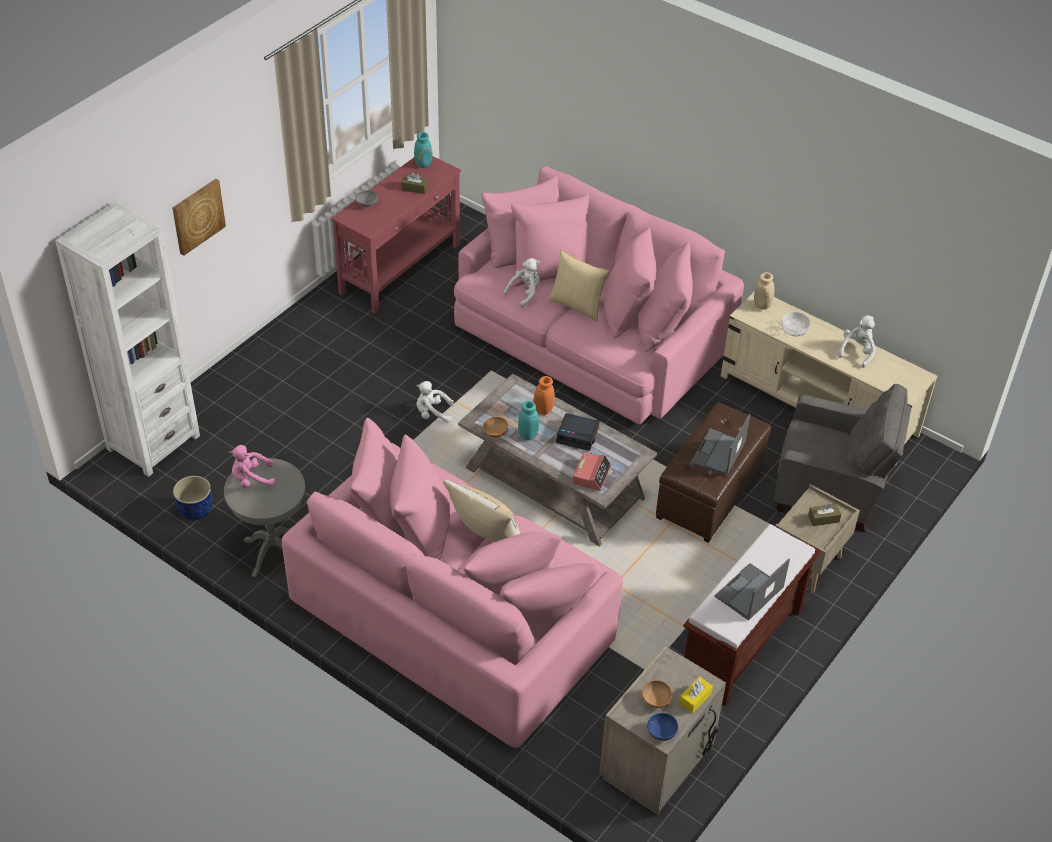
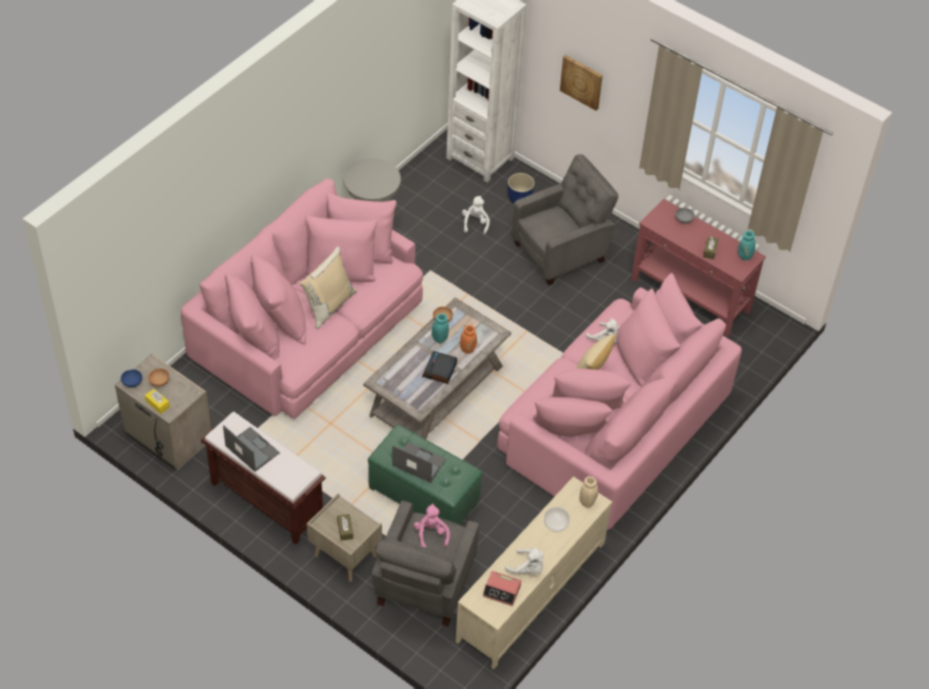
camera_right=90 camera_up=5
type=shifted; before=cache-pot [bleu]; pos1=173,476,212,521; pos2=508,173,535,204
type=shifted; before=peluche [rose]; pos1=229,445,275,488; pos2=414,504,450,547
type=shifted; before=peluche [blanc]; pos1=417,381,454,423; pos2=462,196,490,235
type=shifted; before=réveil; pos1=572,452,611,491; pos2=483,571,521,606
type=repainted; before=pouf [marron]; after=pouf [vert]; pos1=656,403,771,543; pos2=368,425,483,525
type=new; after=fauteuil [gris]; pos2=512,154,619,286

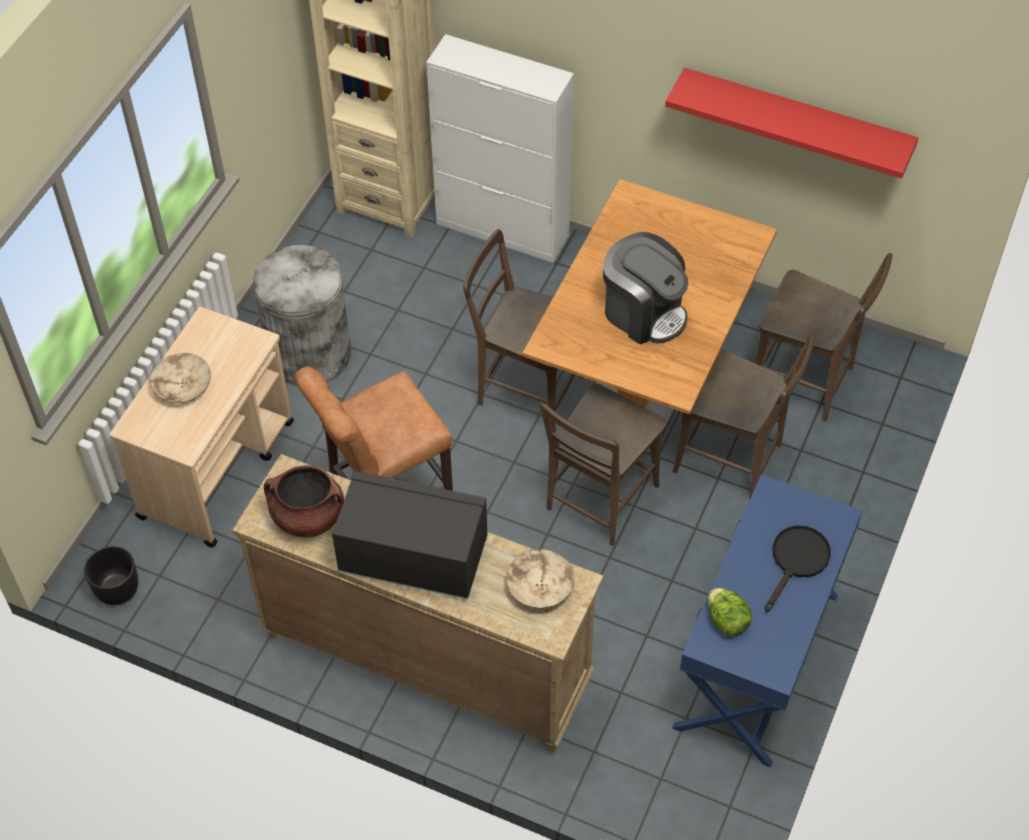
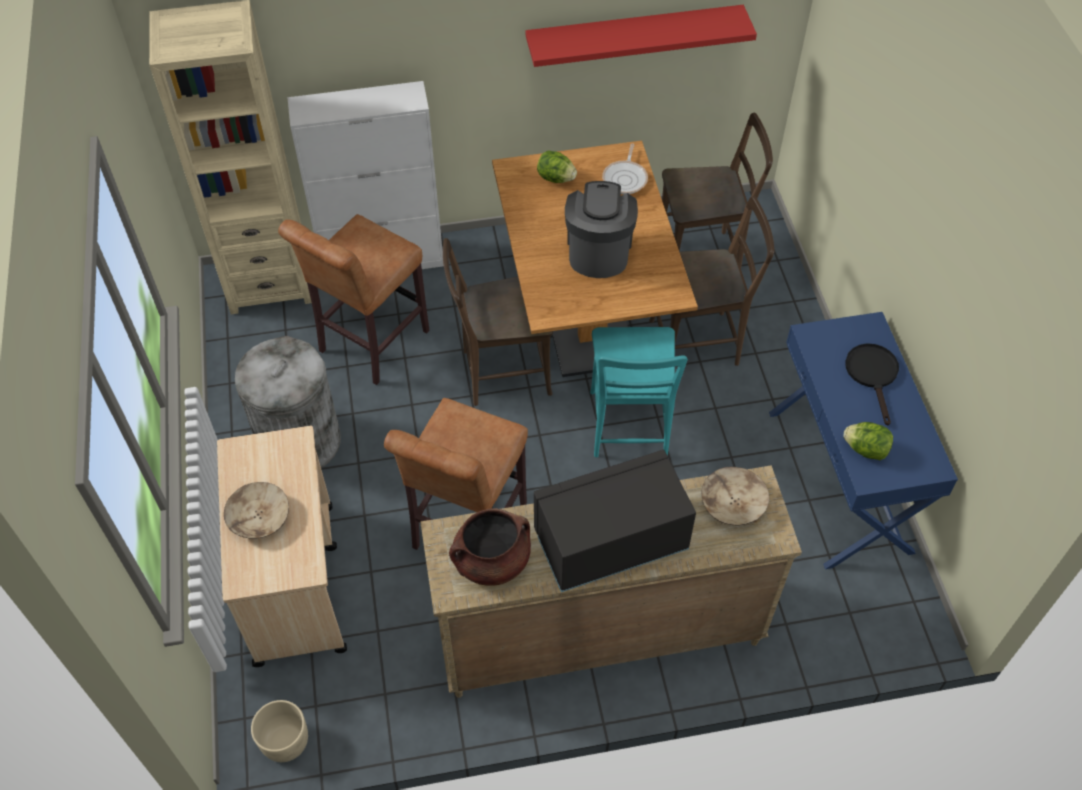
camera_right=-35 camera_up=0
type=repainted; before=cache-pot [noir]; after=cache-pot [beige]; pos1=84,546,138,605; pos2=251,700,308,762
type=repainted; before=chaise [marron]; after=chaise [turquoise]; pos1=540,384,667,546; pos2=590,327,688,457
type=rotated; before=machine à café; pos1=603,232,688,345; pos2=565,181,638,278; turn=-90
type=new; after=tabouret [marron]; pos2=278,214,430,385
type=new; after=laitue; pos2=537,150,577,183
type=new; after=poêle; pos2=602,144,648,194

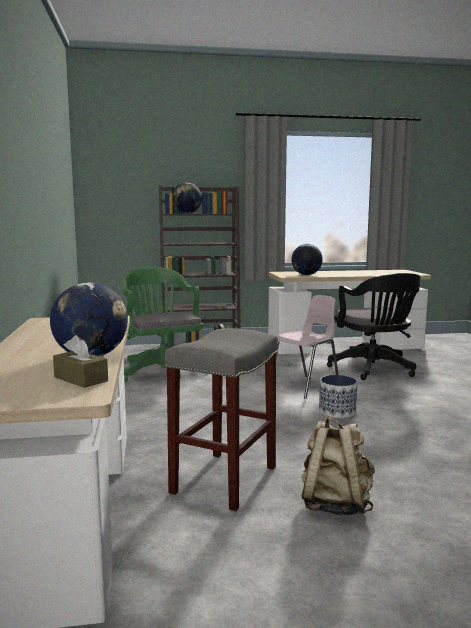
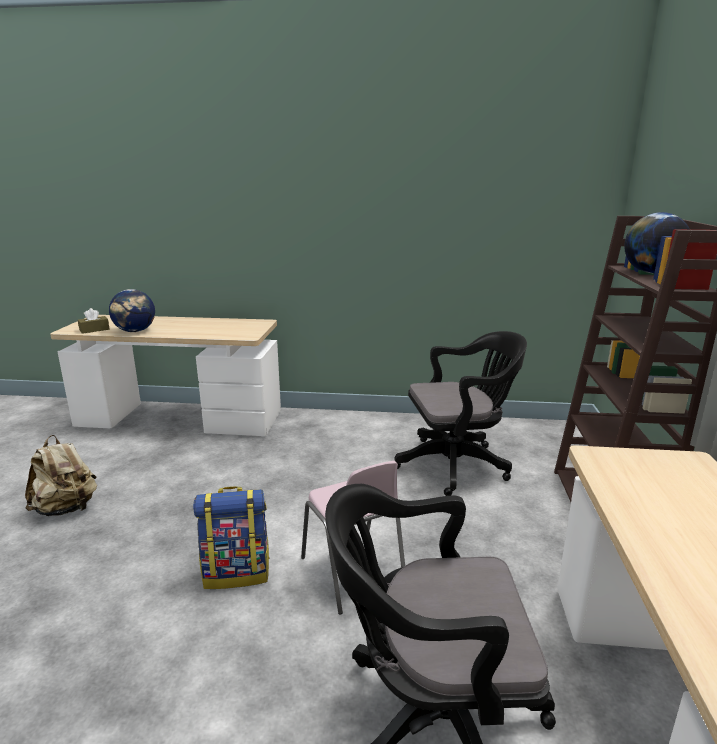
camera_right=105 camera_up=10
type=repainted; before=chaise de bureau [vert]; after=chaise de bureau [noir]; pos1=122,267,203,382; pos2=394,331,527,496
type=gone; before=tabouret [gris]; pos1=164,328,278,511
type=gone; before=globe; pos1=291,244,323,275
type=swapped; before=cache-pot; after=sac à dos; pos1=319,375,357,418; pos2=193,486,270,589

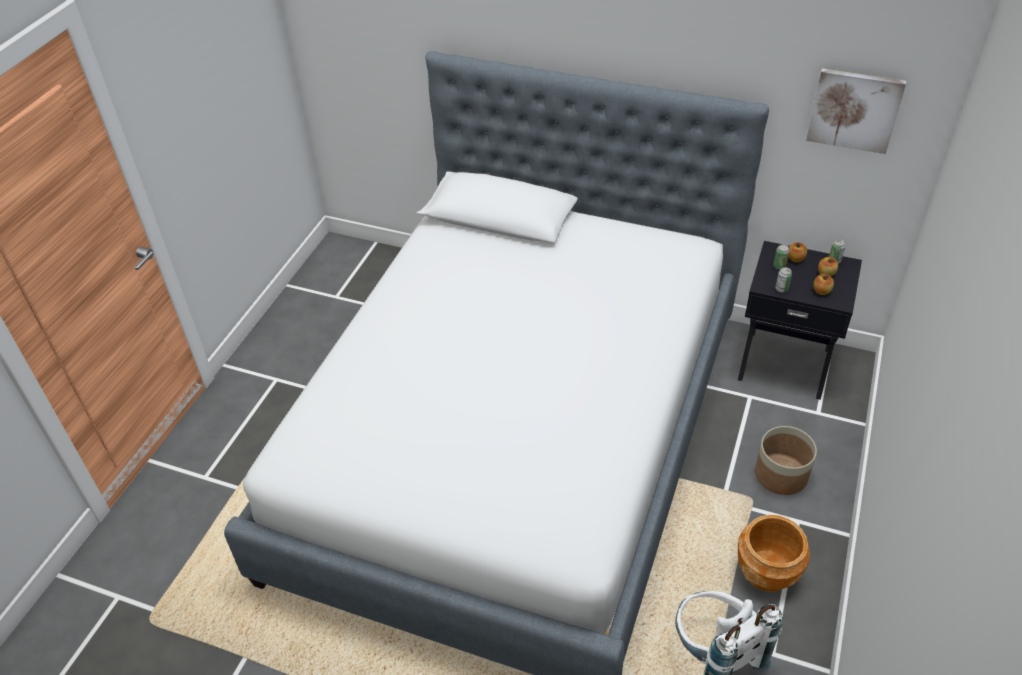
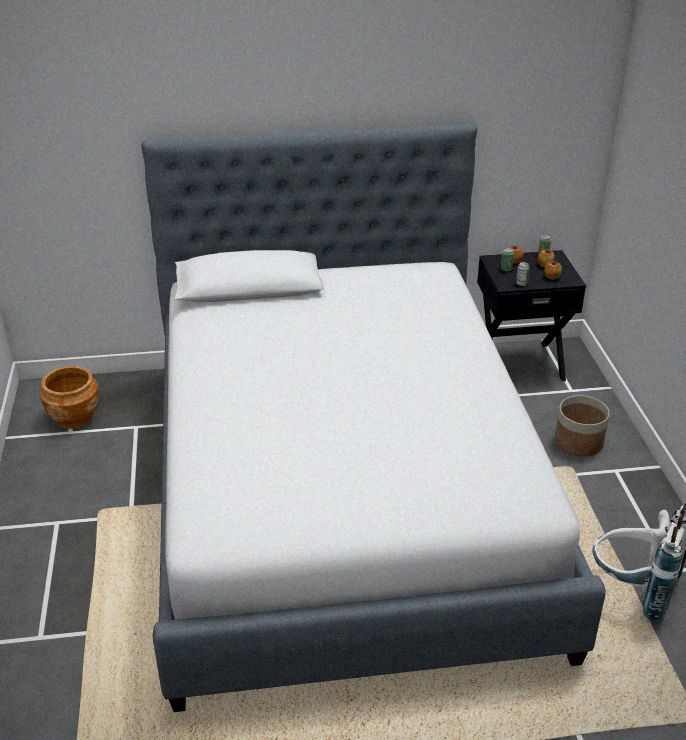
camera_right=-30 camera_up=-10
type=shifted; before=cache-pot [marron]; pos1=738,515,810,592; pos2=40,366,98,429
type=gone; before=tableau; pos1=806,68,906,154

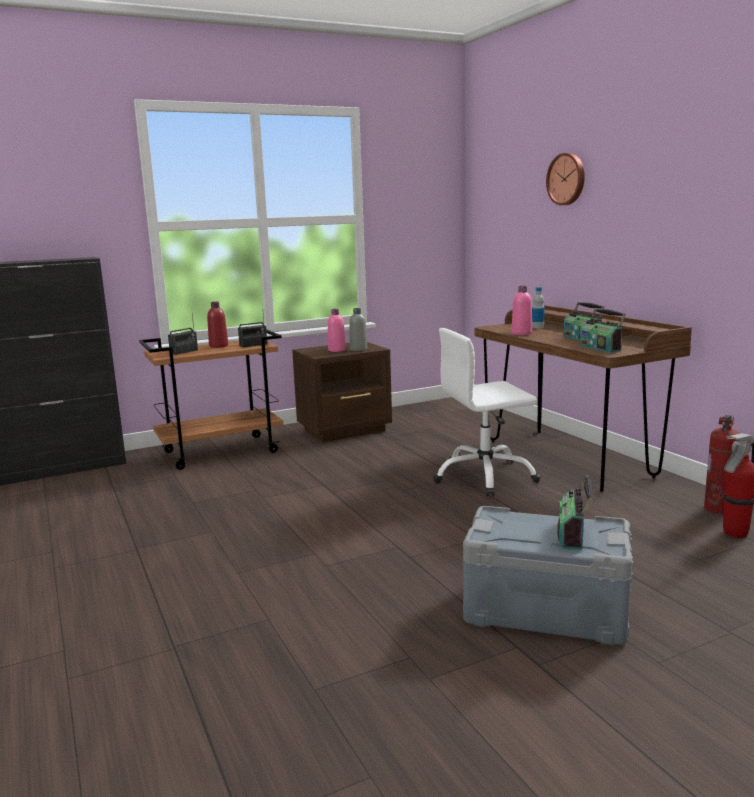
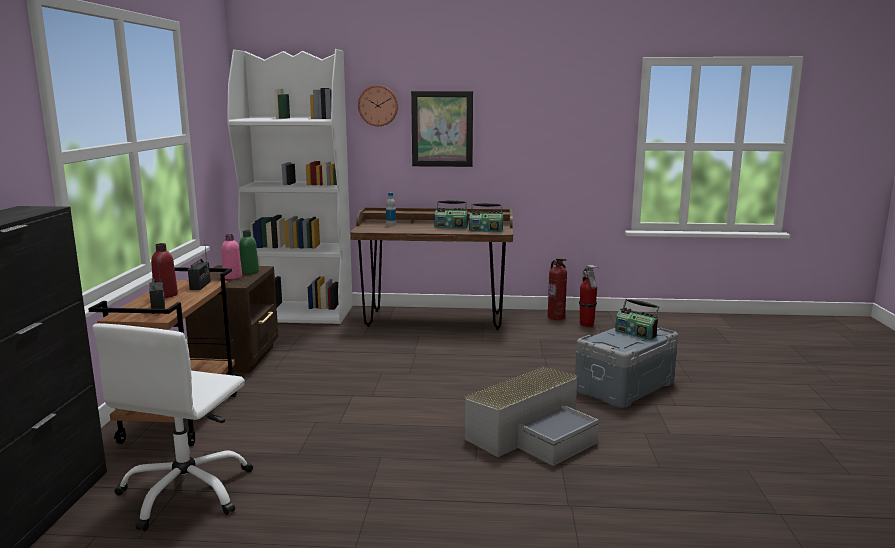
camera_right=-60 camera_up=0
type=repainted; before=bouteille [gris]; after=bouteille [vert]; pos1=349,308,367,351; pos2=239,230,259,274
type=shifted; before=chaise de bureau [blanc]; pos1=433,328,541,496; pos2=93,323,253,531
type=gone; before=bouteille [rose]; pos1=511,286,532,335
type=new; after=bibliothèque [blanc]; pos2=227,49,353,324
type=new; after=tableau; pos2=411,91,473,167
type=new; after=boîte de rangement [gris]; pos2=465,367,599,466

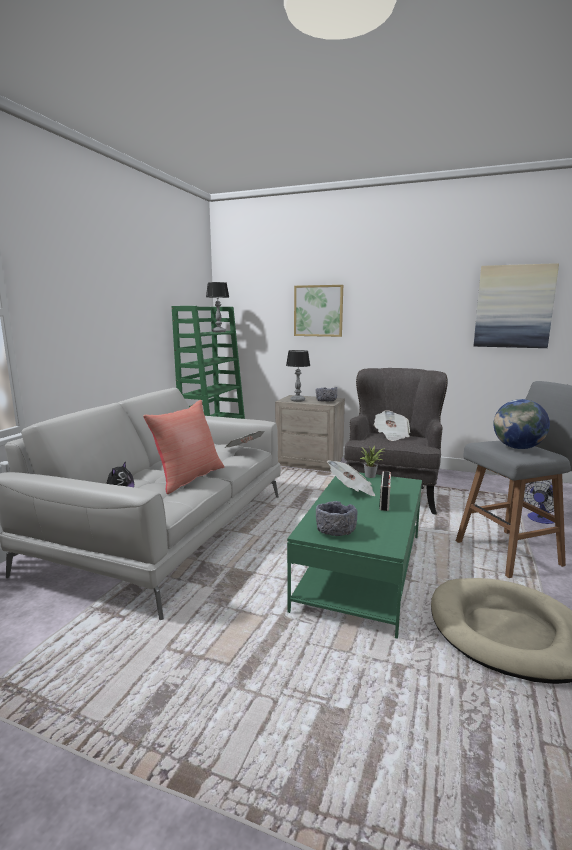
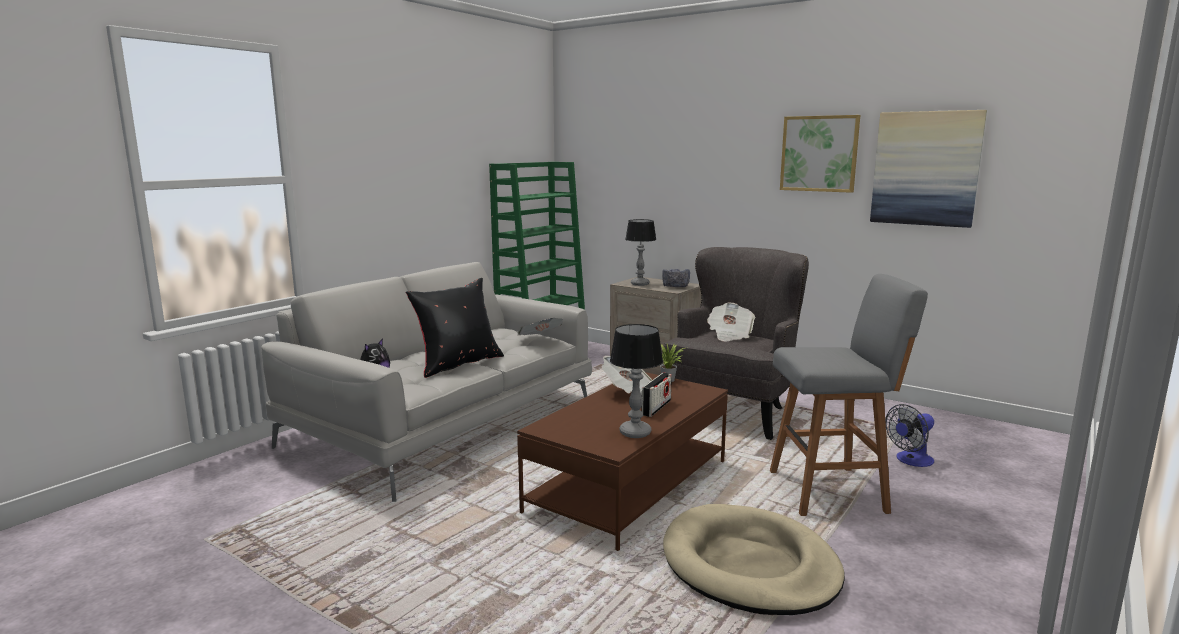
camera_right=15 camera_up=0
type=repainted; before=coussin [rouge]; after=coussin [noir]; pos1=143,400,224,494; pos2=405,278,504,378
type=shifted; before=lampe de table; pos1=206,282,229,332; pos2=610,324,663,438
type=repainted; before=table basse [vert]; after=table basse [marron]; pos1=287,472,422,639; pos2=517,372,728,551
type=shifted; before=tableau; pos1=294,285,343,337; pos2=780,115,860,193
type=gone; before=bol [gris]; pos1=316,501,358,536
type=gone; before=globe; pos1=493,399,550,449

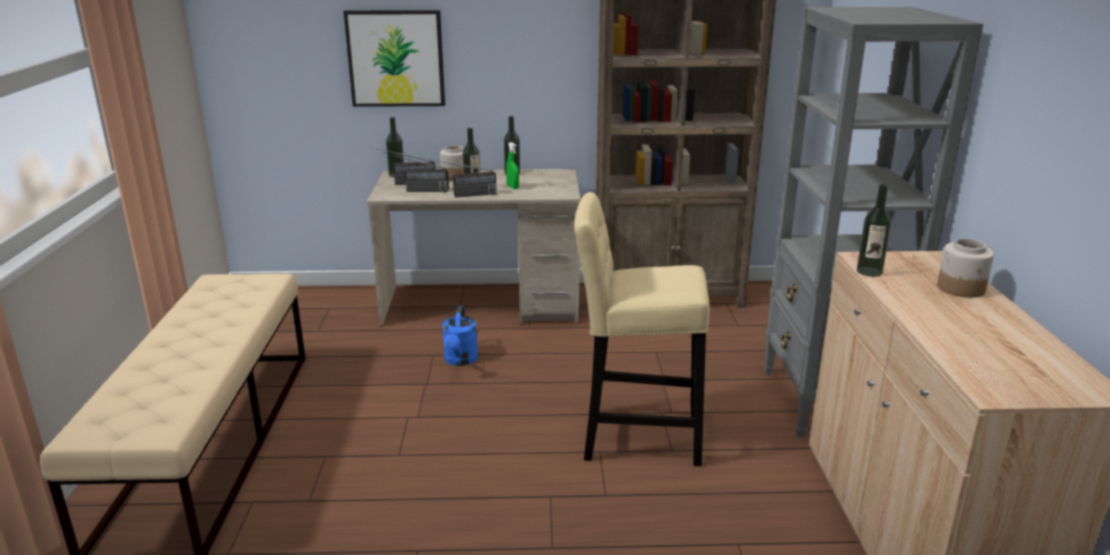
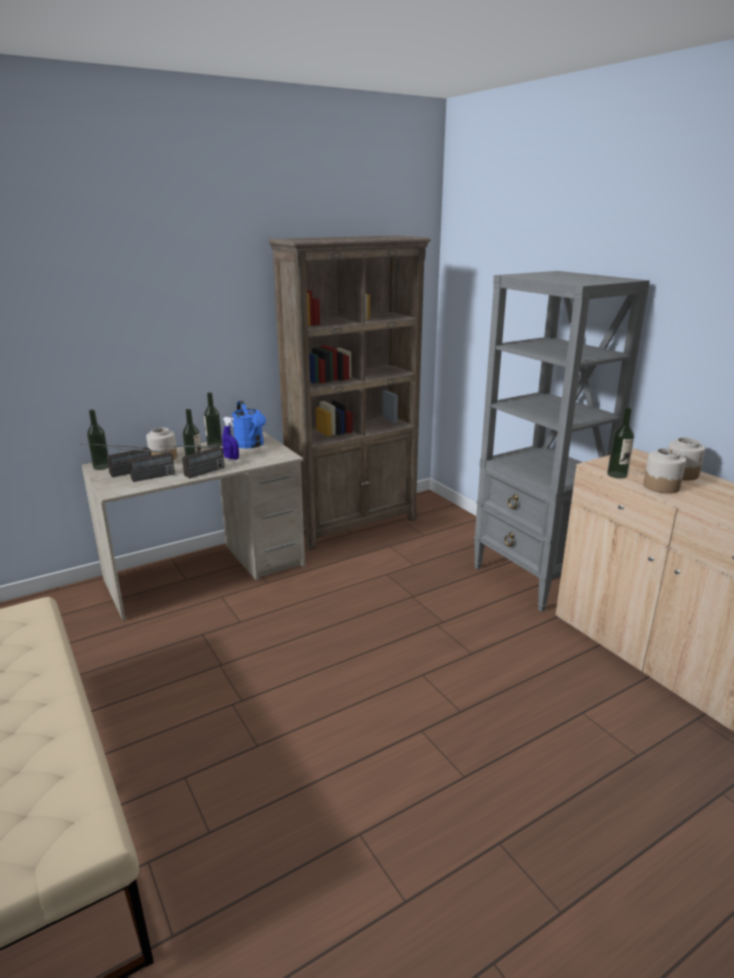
camera_right=-30 camera_up=0
type=gone; before=tableau; pos1=343,10,445,107
type=shifted; before=arrosoir [bleu]; pos1=442,306,479,366; pos2=232,401,266,448
type=repainted; before=vaporisateur [vert]; after=vaporisateur [bleu]; pos1=506,142,519,189; pos2=222,417,239,460
type=gone; before=tabouret [beige]; pos1=574,192,710,466
type=new; after=bocal; pos2=643,448,686,494

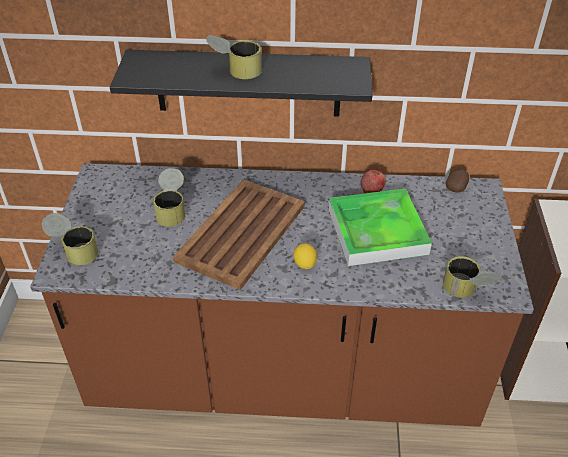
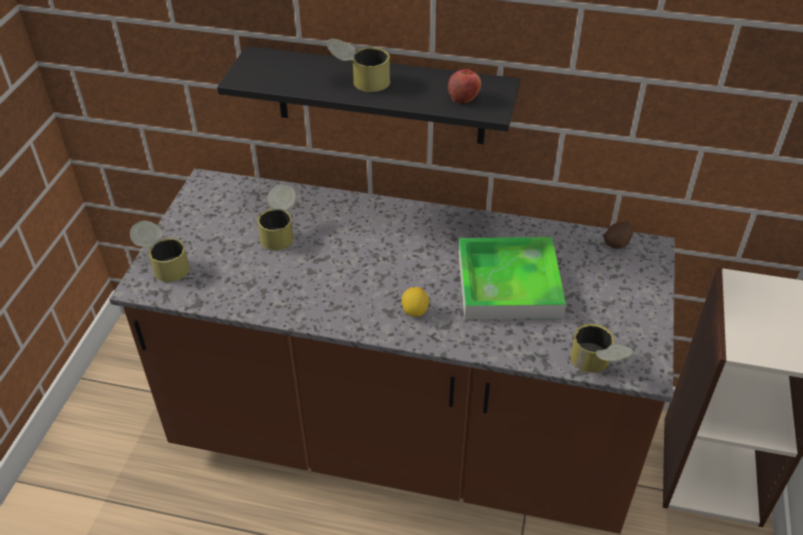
camera_right=10 camera_up=0
type=gone; before=plateau [marron]; pos1=173,179,305,290
type=shifted; before=pomme; pos1=361,170,386,193; pos2=448,69,481,104

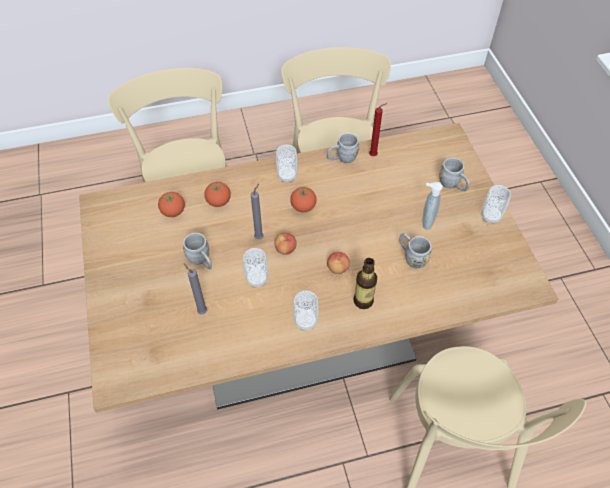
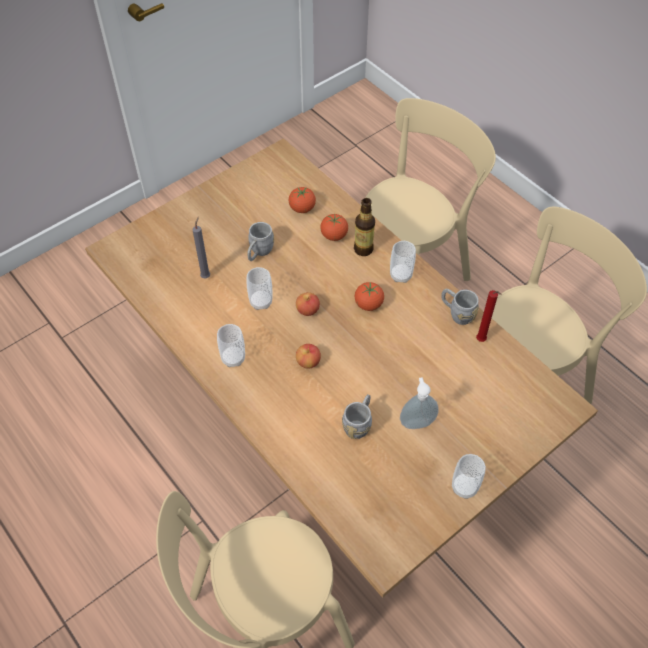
camera_right=65 camera_up=0
type=gone; before=bougie [gris]; pos1=251,184,264,239
type=shifted; before=bouteille; pos1=353,258,377,309; pos2=354,198,375,256
type=gone; before=mug [gris]; pos1=440,158,470,192

